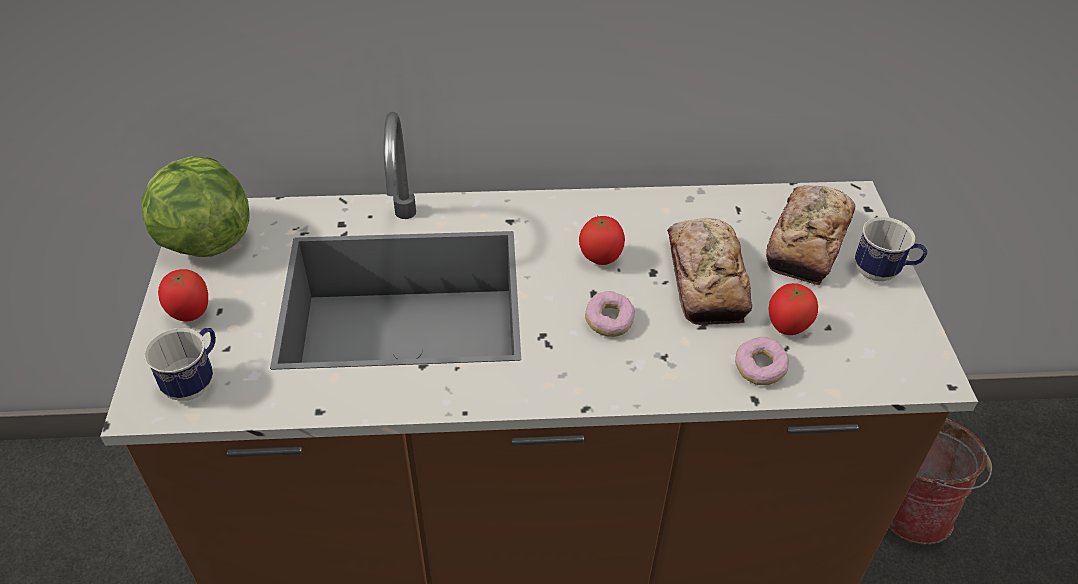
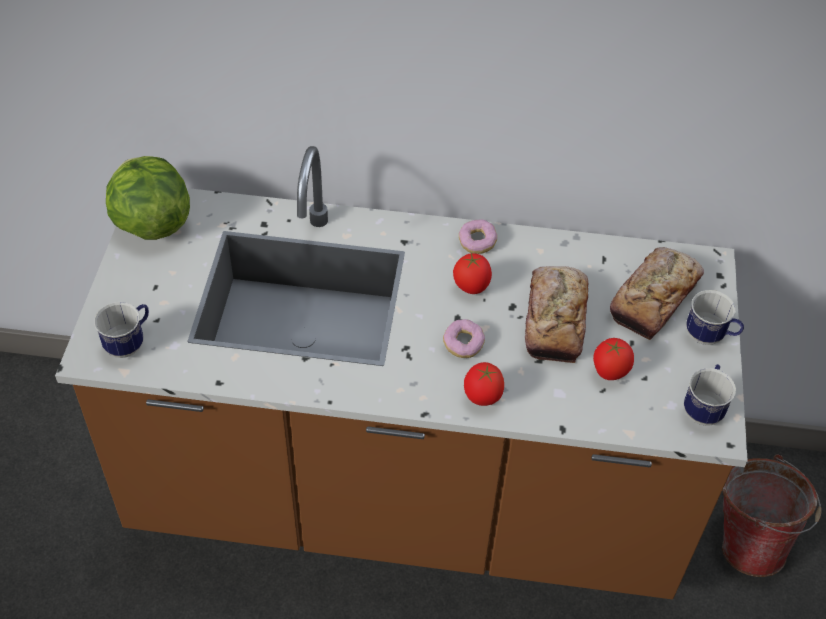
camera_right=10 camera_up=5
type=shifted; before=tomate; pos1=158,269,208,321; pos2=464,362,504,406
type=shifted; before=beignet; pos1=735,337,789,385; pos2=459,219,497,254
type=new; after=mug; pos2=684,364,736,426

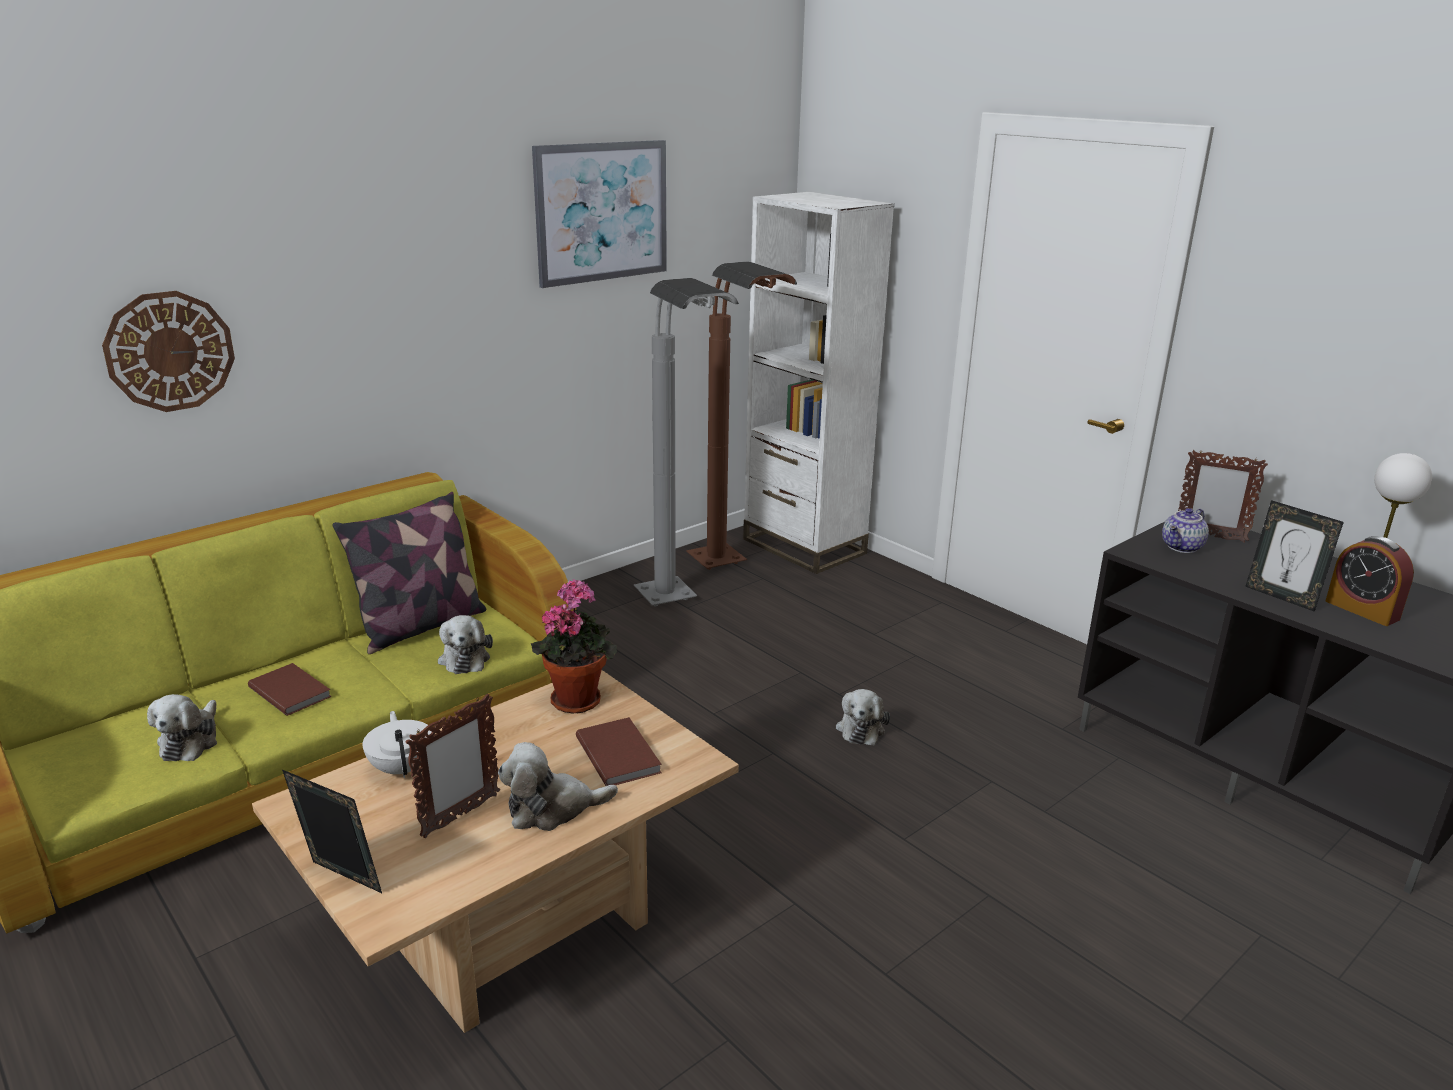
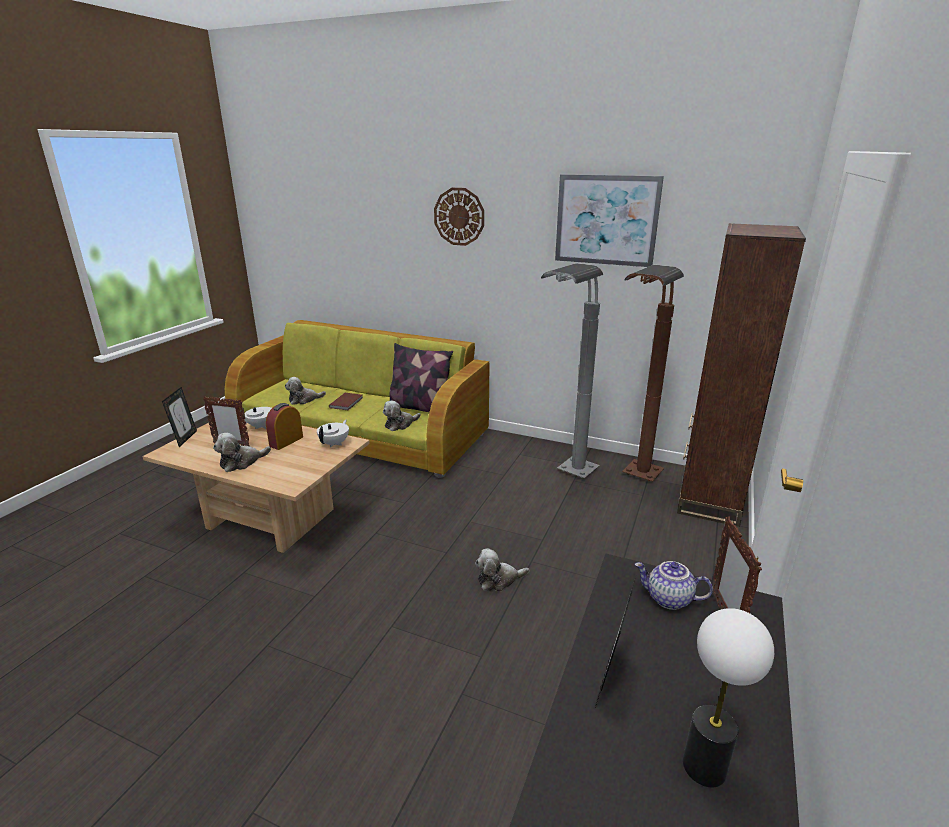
camera_right=65 camera_up=0
type=shifted; before=horloge murale; pos1=102,291,235,412; pos2=434,188,484,246
type=rotated; before=peluche; pos1=498,742,618,831; pos2=213,433,271,472; turn=-90
type=swapped; before=plante en pot; after=théière [blanc]; pos1=531,579,617,713; pos2=317,420,349,447
type=gone; before=livre [marron]; pos1=576,717,662,786
type=repainted; before=bibliothèque [blanc]; after=bibliothèque [marron]; pos1=743,192,894,574; pos2=677,223,806,527
type=shifted; before=réveil; pos1=1325,536,1414,626; pos2=266,403,303,450

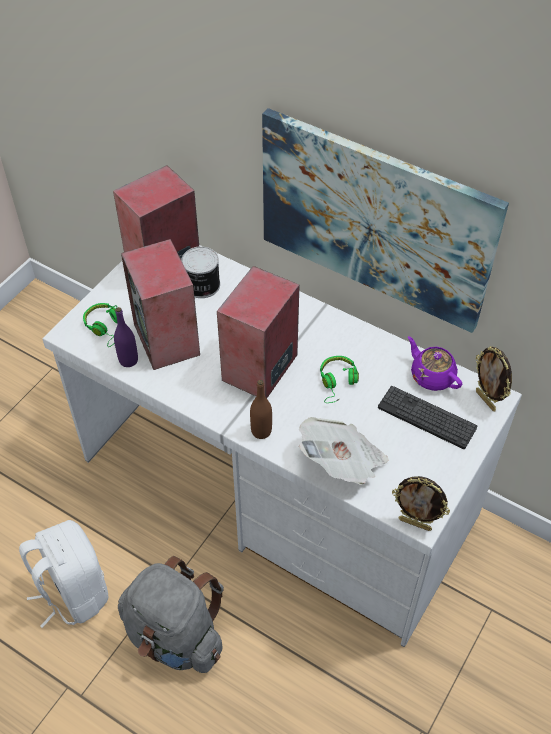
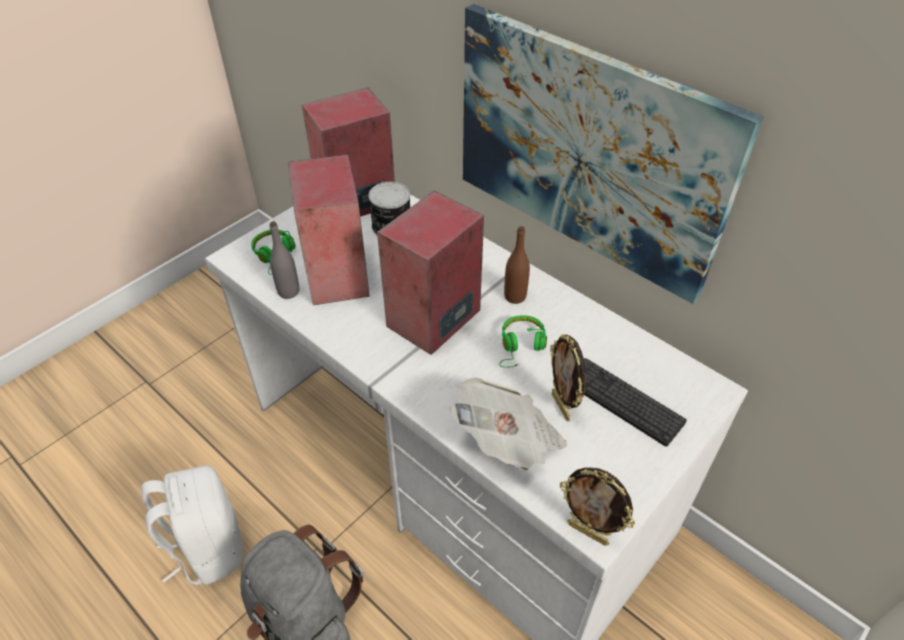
camera_right=10 camera_up=-5
type=repainted; before=bouteille [violet]; after=bouteille [gris]; pos1=114,307,138,367; pos2=270,221,299,299
type=shifted; before=bouteille [marron]; pos1=250,380,272,439; pos2=504,226,530,304
type=gone; before=théière [violet]; pos1=408,336,462,391
type=shifted; before=cadre photo; pos1=476,346,512,411; pos2=550,334,586,421

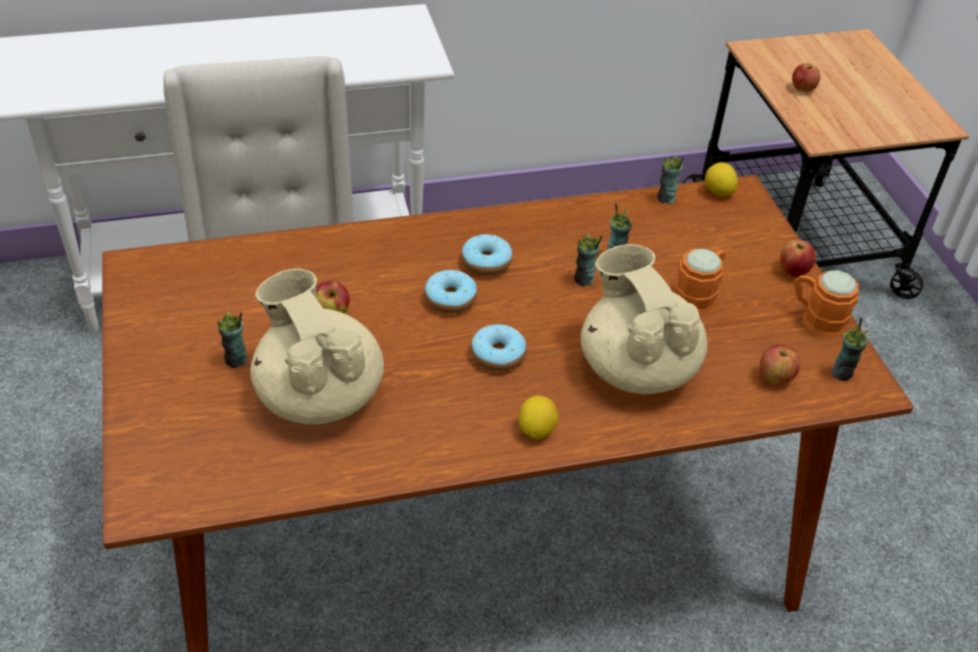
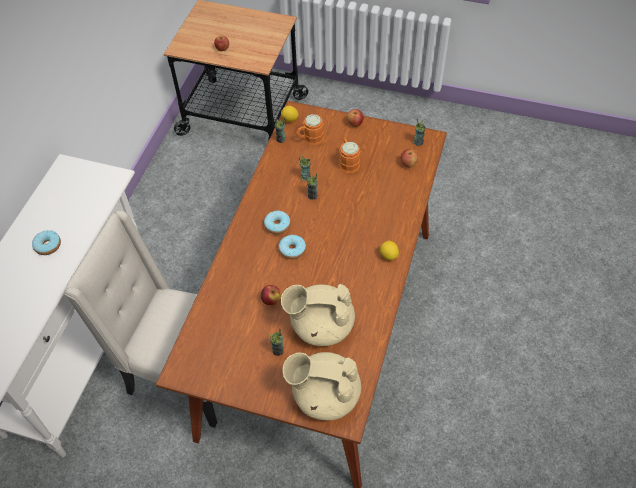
camera_right=-55 camera_up=10
type=shifted; before=beignet; pos1=471,324,526,371; pos2=32,230,61,255
type=shifted; before=théière [beige]; pos1=581,244,707,394; pos2=282,352,361,421
type=shifted; before=mug [orange]; pos1=794,270,859,338; pos2=296,114,324,145

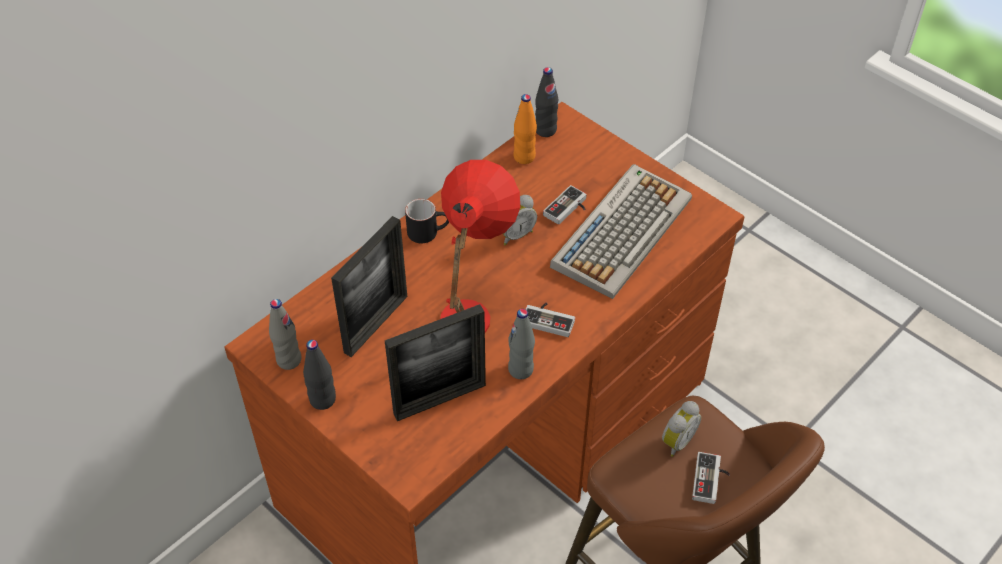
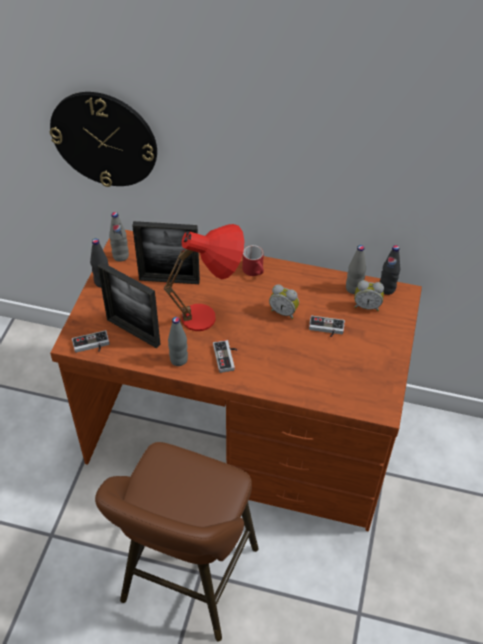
camera_right=60 camera_up=0
type=repainted; before=mug [noir]; after=mug [rouge]; pos1=405,199,449,243; pos2=242,245,264,276
type=repainted; before=bouteille [orange]; after=bouteille [gris]; pos1=513,94,537,164; pos2=346,245,366,294
type=gone; before=clavier; pos1=550,164,692,299
type=shifted; before=réveil; pos1=662,401,701,457; pos2=354,280,384,311
type=shifted; before=manette; pos1=692,452,730,504; pos2=72,330,110,353
type=new; after=horloge murale; pos2=50,92,157,187

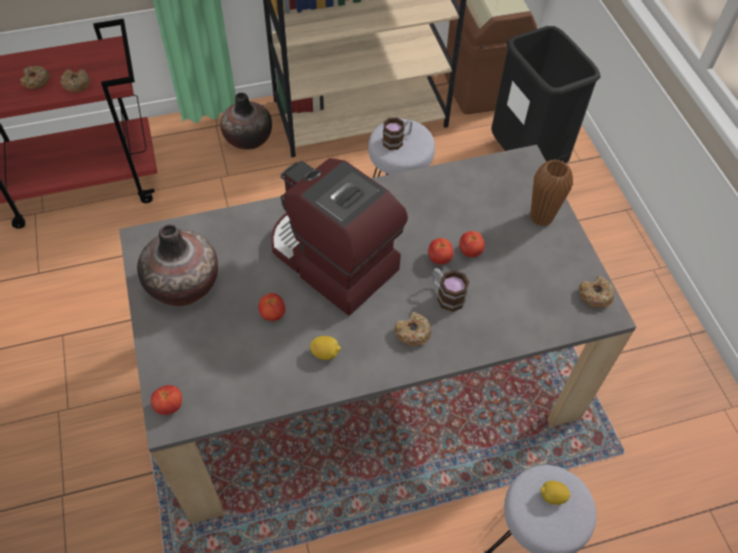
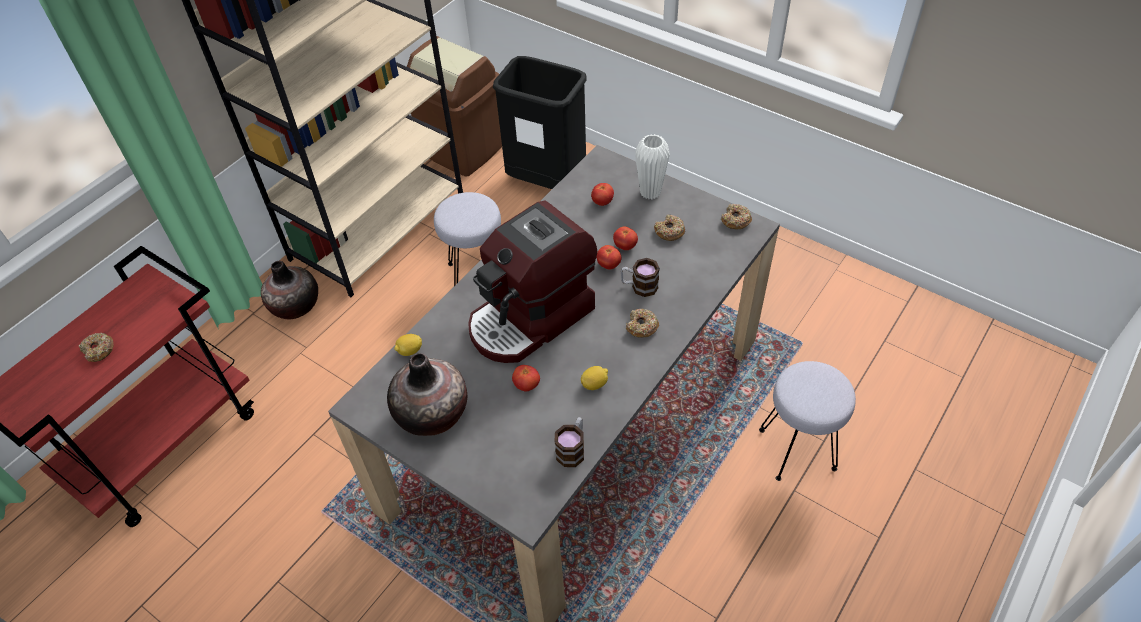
camera_right=-35 camera_up=-5
type=shifted; before=beignet; pos1=61,69,90,92; pos2=654,214,685,241
type=shifted; before=tomate; pos1=151,385,182,415; pos2=591,183,614,206
type=rotated; before=machine à café; pos1=271,158,408,315; pos2=468,200,597,363; turn=-45
type=shifted; before=mug; pos1=383,118,412,150; pos2=554,417,584,467
type=repainted; before=vase [marron]; after=vase [blanc]; pos1=530,159,573,226; pos2=635,134,670,199
type=shifted; before=citron; pos1=540,481,570,505; pos2=394,334,422,356

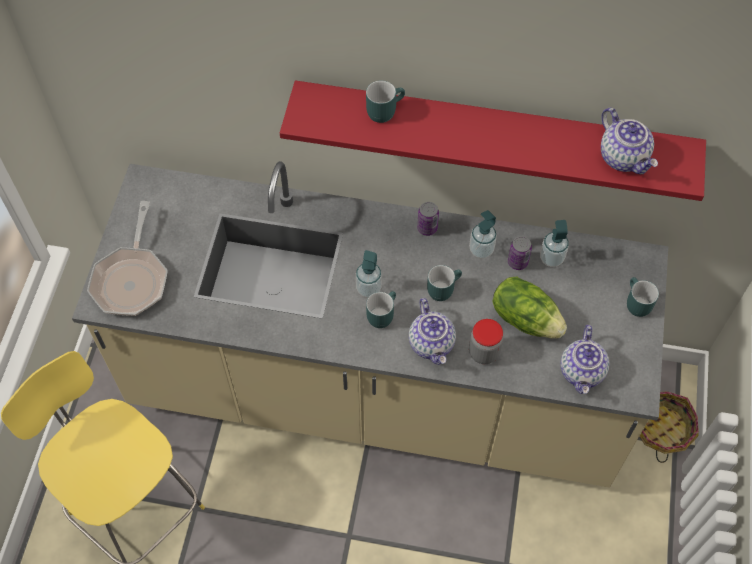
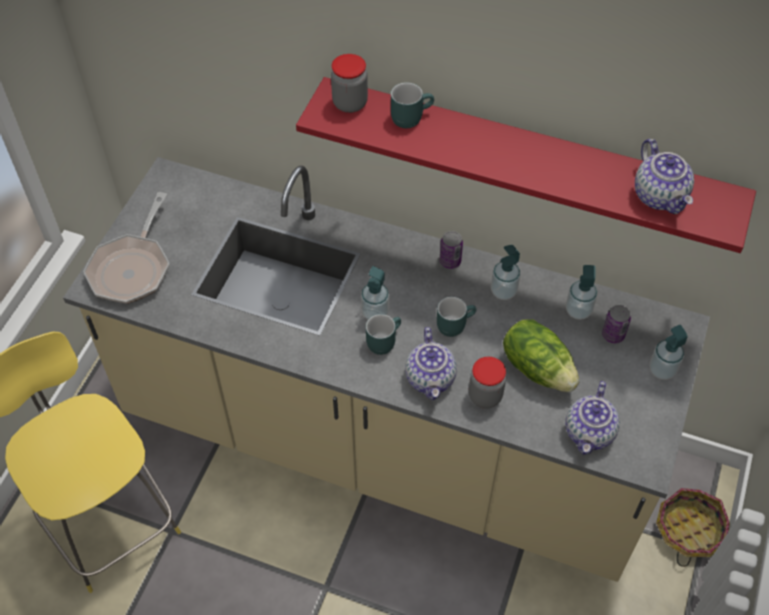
camera_right=10 camera_up=-5
type=shifted; before=boîte métallique; pos1=508,236,532,270; pos2=602,305,631,343
type=swapped; before=mug [turquoise]; after=distributeur de savon; pos1=627,277,659,317; pos2=649,325,688,380
type=new; after=bocal; pos2=331,54,368,113

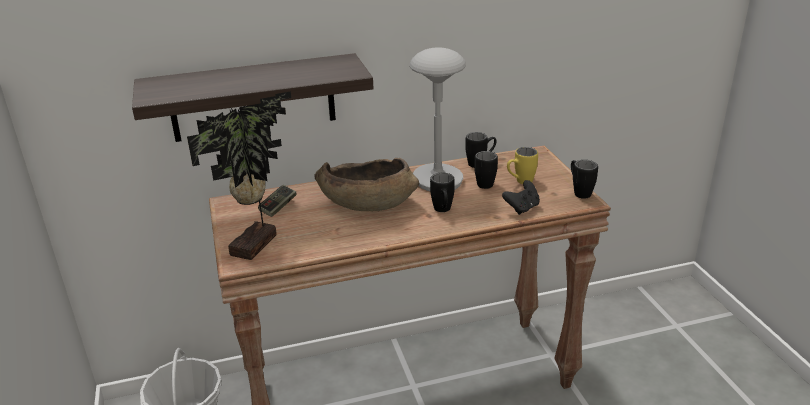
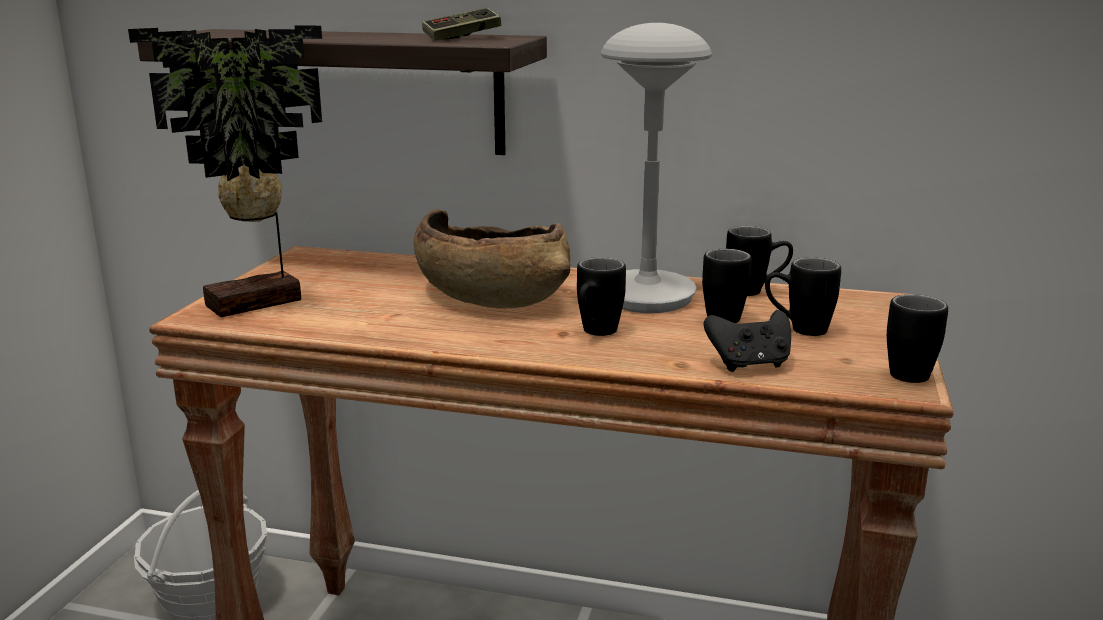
camera_right=30 camera_up=-10
type=shifted; before=manette; pos1=258,185,296,217; pos2=422,8,501,41
type=repainted; before=mug [jaune]; after=mug [noir]; pos1=507,147,538,184; pos2=765,257,841,336

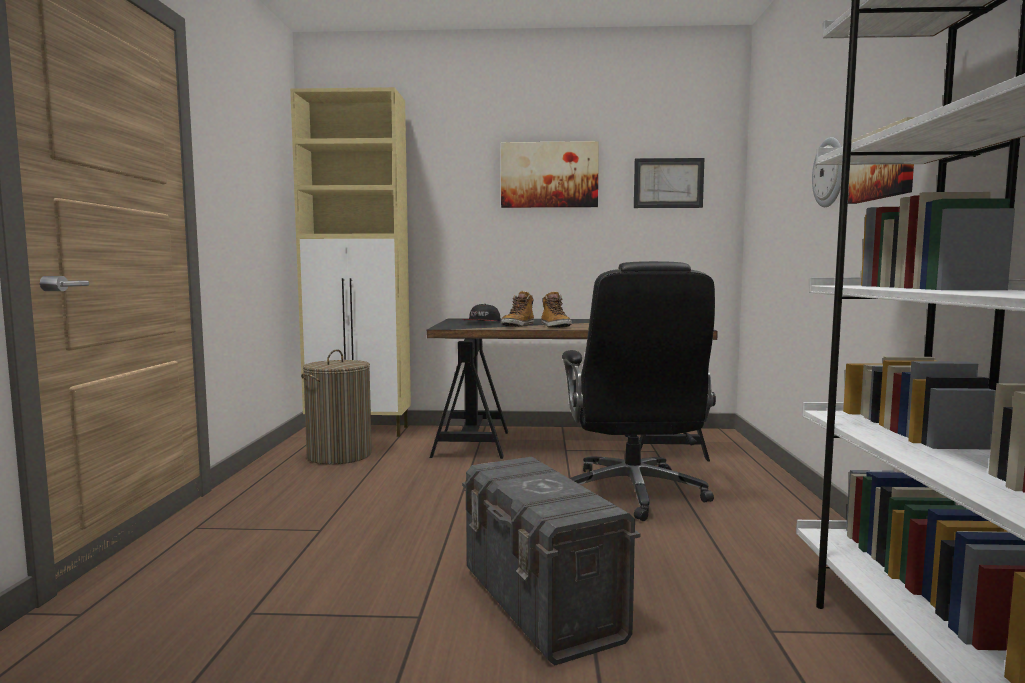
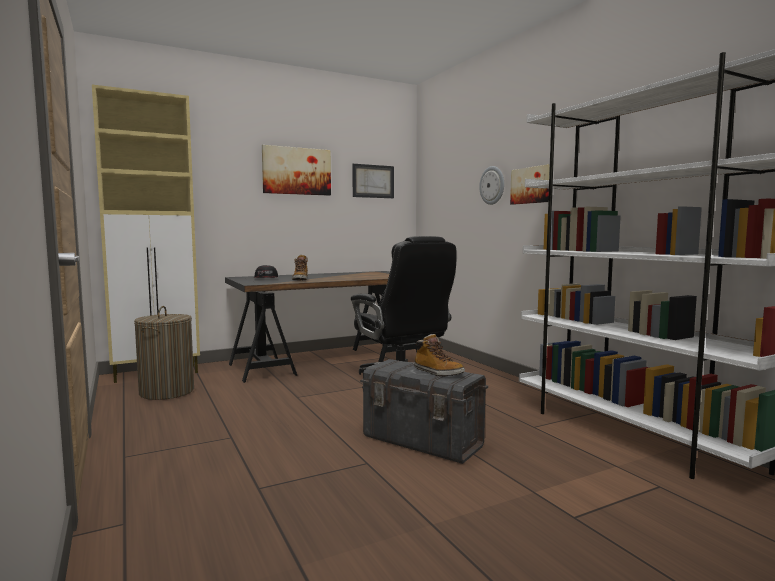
camera_right=-30 camera_up=0
type=shifted; before=botte; pos1=541,291,572,328; pos2=414,334,465,377

